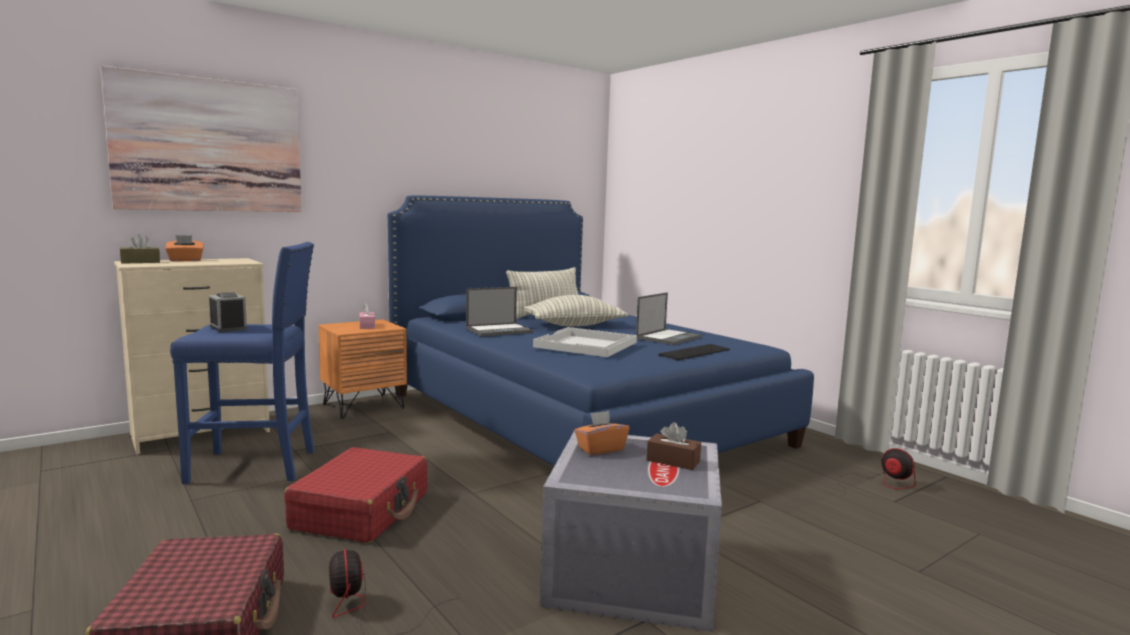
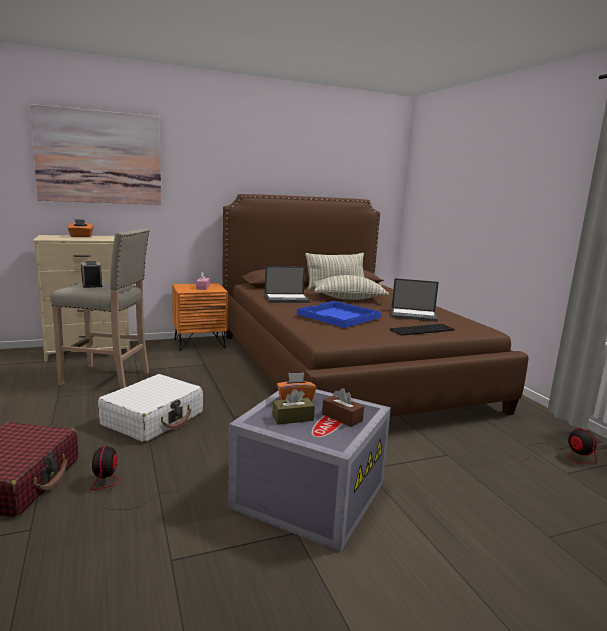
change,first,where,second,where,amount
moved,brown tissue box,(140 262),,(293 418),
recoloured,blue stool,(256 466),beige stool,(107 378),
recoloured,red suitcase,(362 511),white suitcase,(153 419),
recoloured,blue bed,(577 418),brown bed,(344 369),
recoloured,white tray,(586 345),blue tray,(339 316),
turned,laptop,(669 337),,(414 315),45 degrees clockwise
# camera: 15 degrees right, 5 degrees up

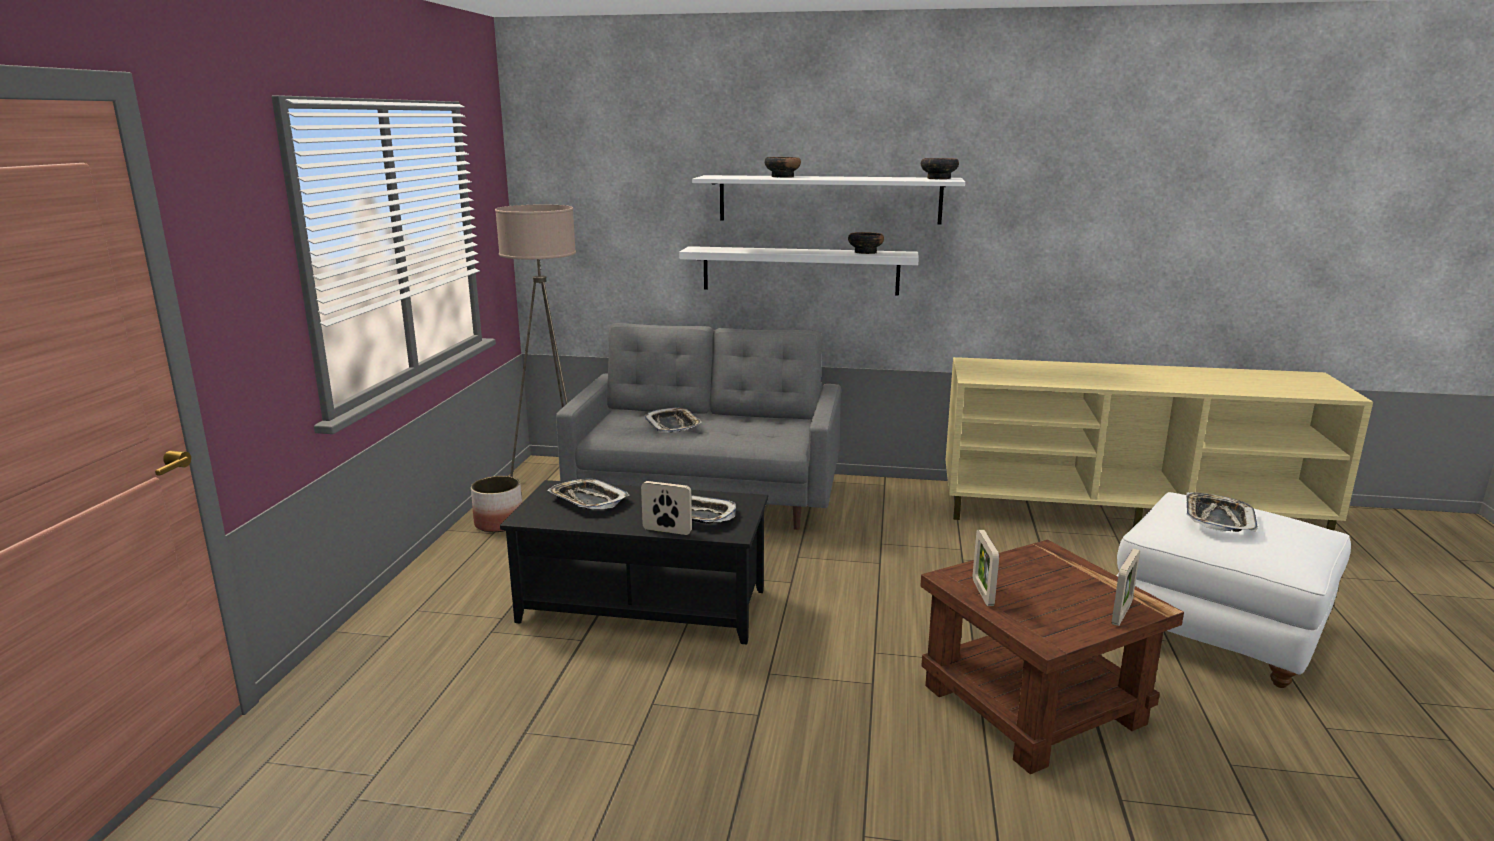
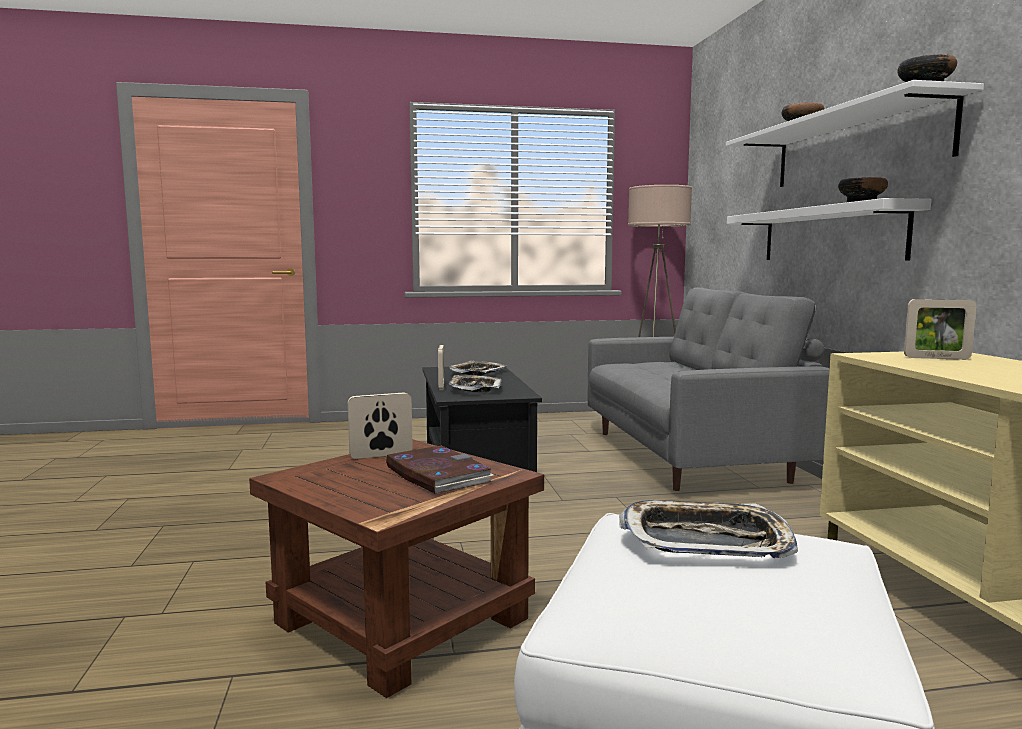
change,first,where,second,where,amount
removed,planter,(499 523),,,
removed,tray,(673 425),,,
added,,,book,(437 475),
moved,picture frame,(1121 613),,(936 358),
# camera: 70 degrees right, 10 degrees down

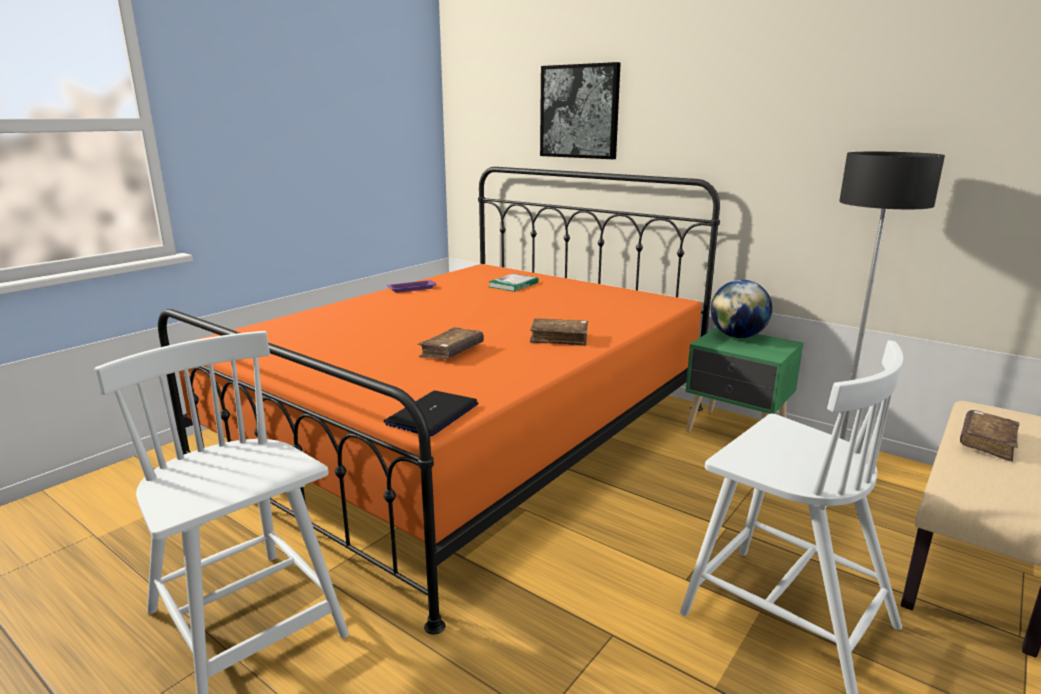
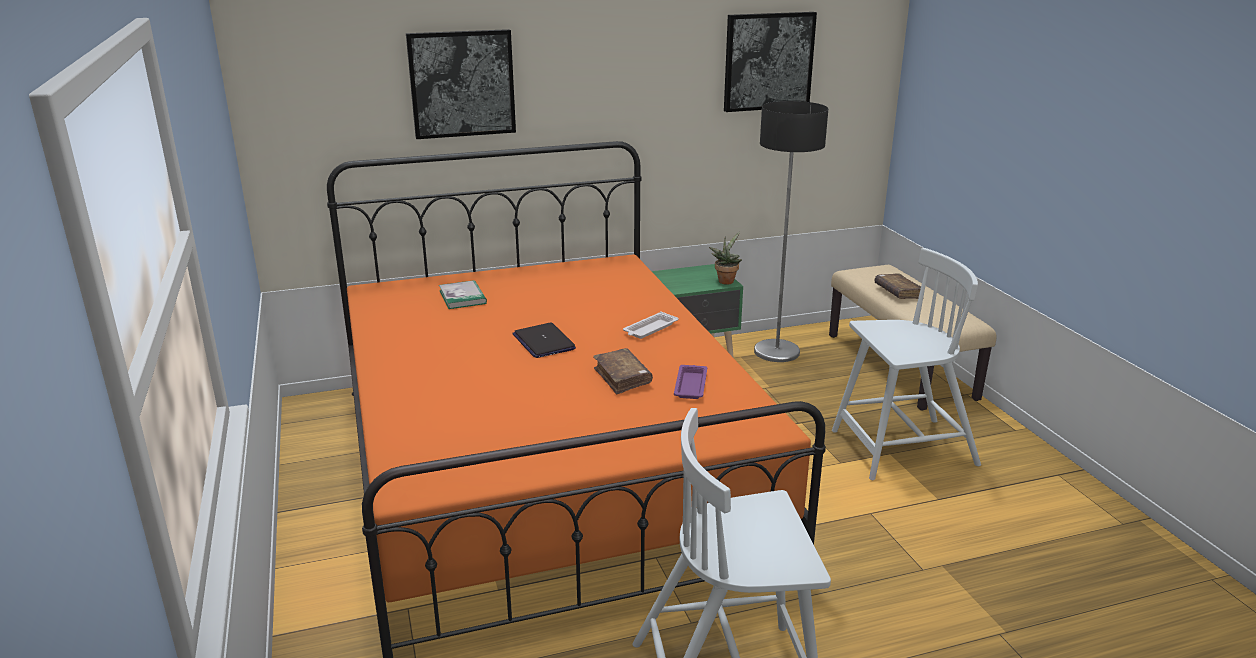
change,first,where,second,where,amount
removed,globe,(737 336),,,
added,,,potted plant,(725 280),
added,,,picture,(768 61),
moved,laptop,(432 414),,(543 342),
moved,purple tray,(413 289),,(690 385),
replaced,brown book,(559 338),white tray,(650 329),
# camera: 55 degrees left, 5 degrees up

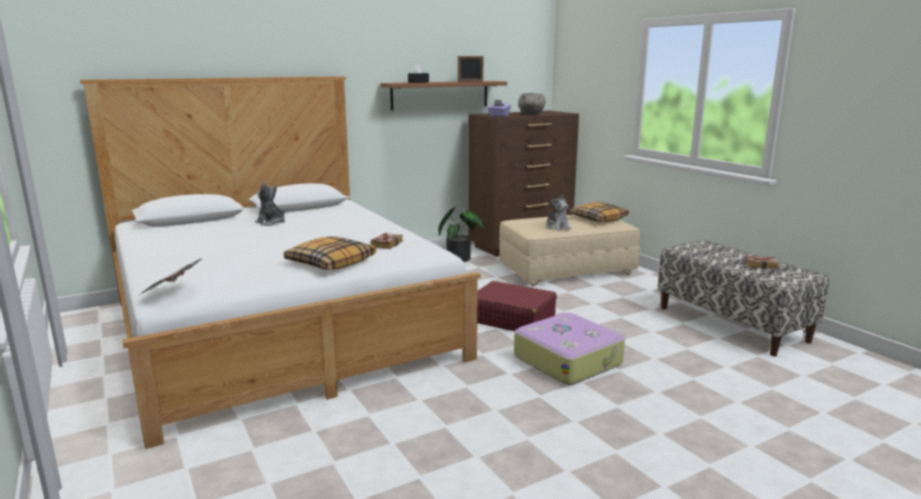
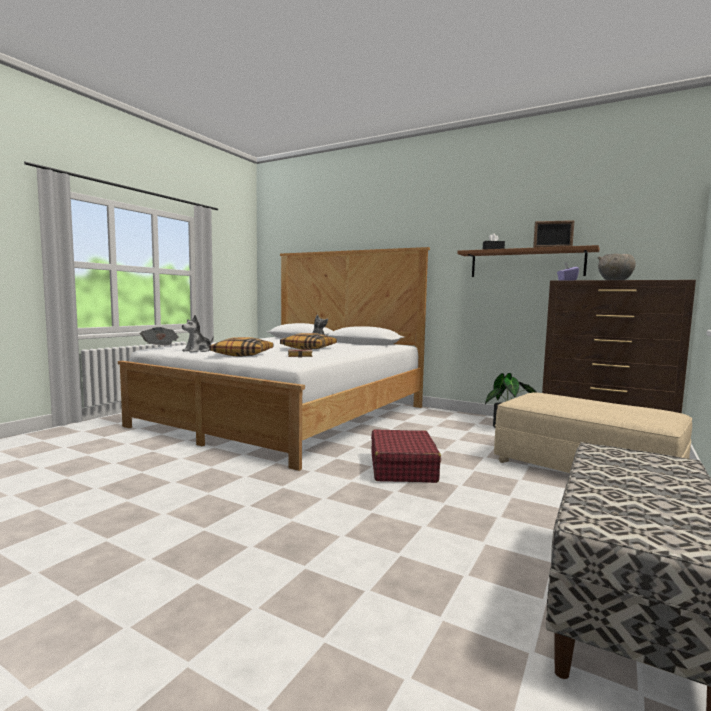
change,first,where,second,where,amount
removed,suitcase,(568 360),,,
removed,book,(762 265),,,
moved,plush toy,(558 227),,(198 351),
moved,pillow,(598 219),,(309 348),
# camera: 60 degrees right, 10 degrees down

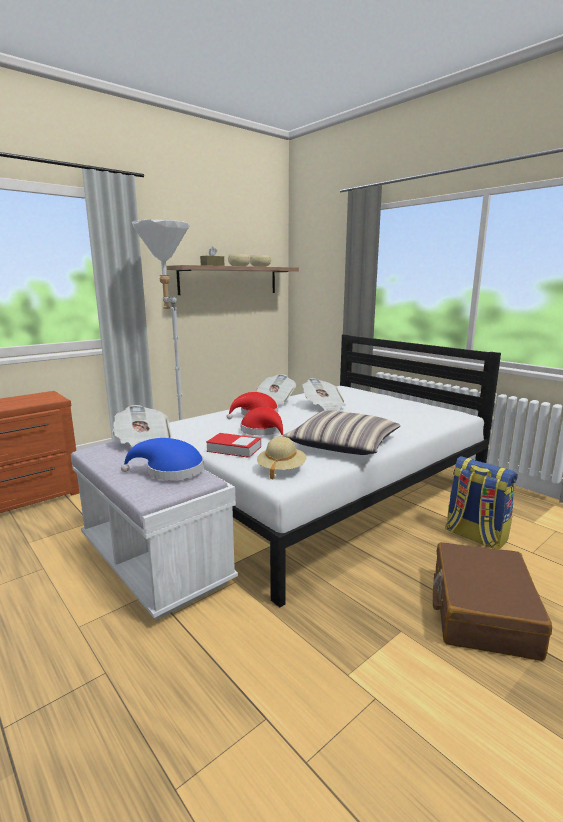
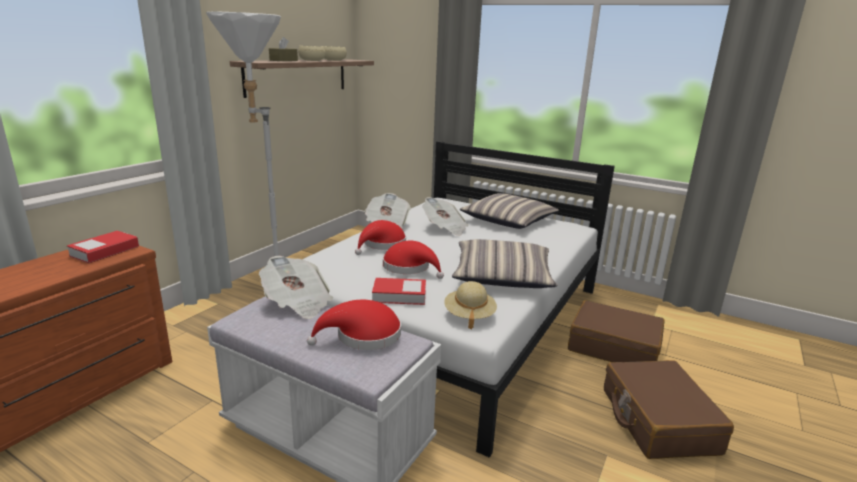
change,first,where,second,where,amount
added,,,book,(105 251),
added,,,pillow,(508 221),
replaced,backpack,(474 536),brown suitcase,(613 346),
recoloured,blue hat,(170 471),red hat,(363 336),
# camera: 20 degrees left, 5 degrees up

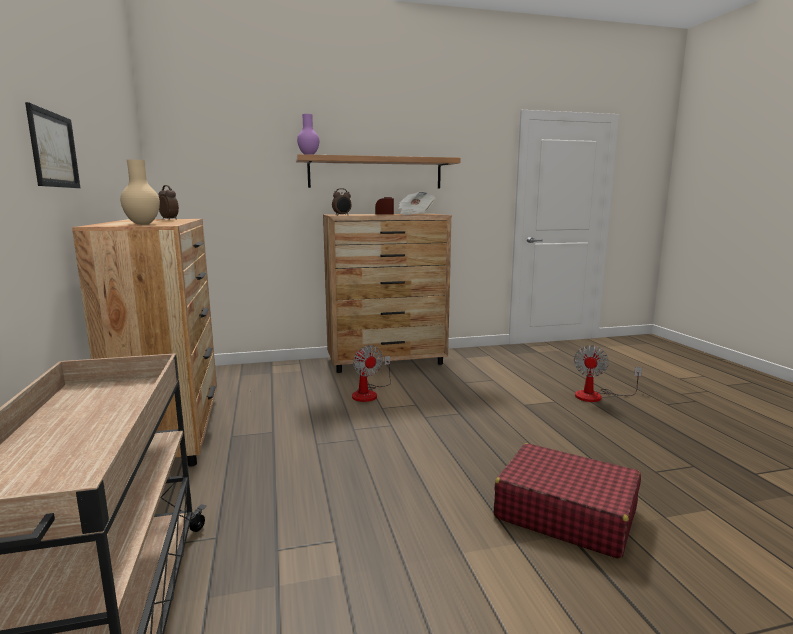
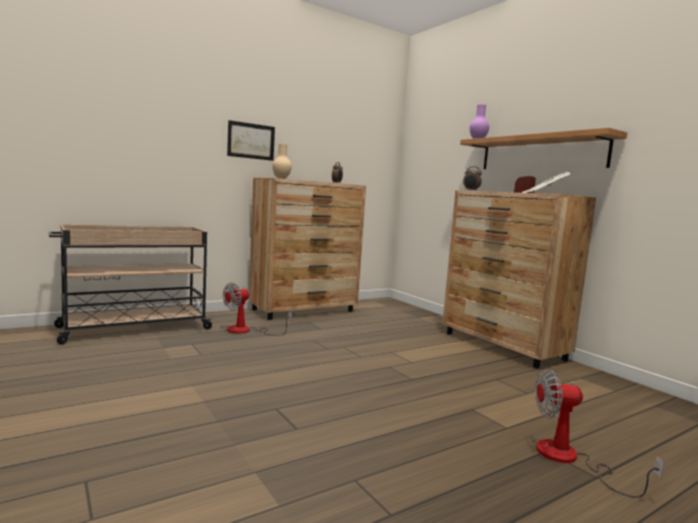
change,first,where,second,where,amount
removed,red suitcase,(565 513),,,
moved,fan,(369 393),,(247 331),
# camera: 70 degrees right, 5 degrees down

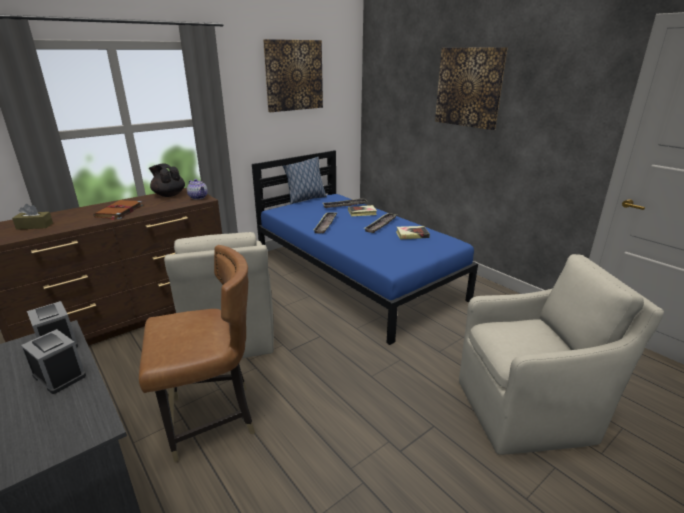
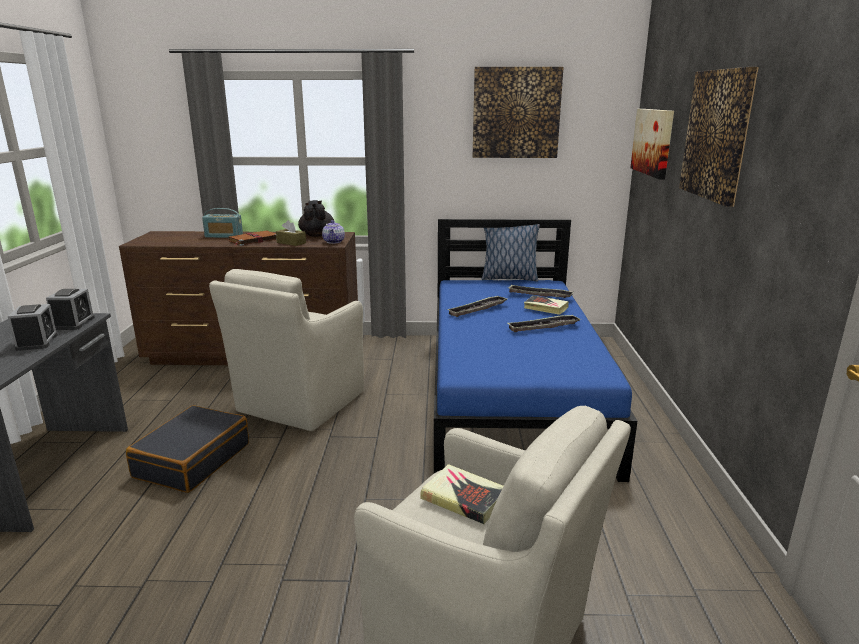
change,first,where,second,where,amount
added,,,radio,(224 236),
added,,,picture,(653 142),
moved,brown tissue box,(34 226),,(291 243),
moved,book,(412 235),,(464 498),
replaced,brown chair,(211 419),black suitcase,(192 460),
# camera: 40 degrees right, 5 degrees down

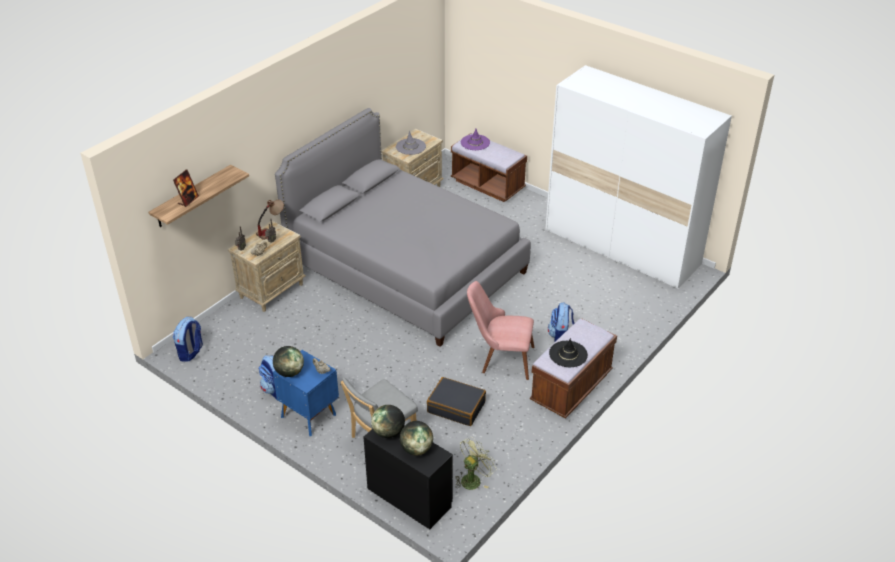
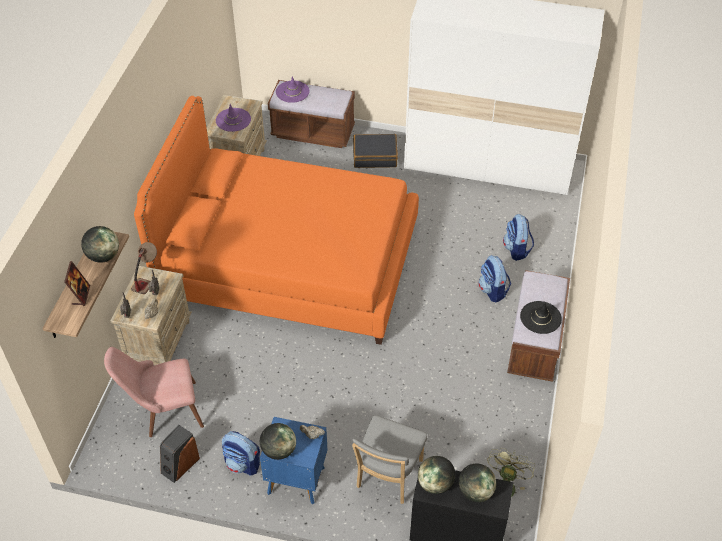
change,first,where,second,where,amount
added,,,globe,(103 256),
added,,,speaker,(180 465),
moved,backpack,(191 352),,(516 249),
moved,black suitcase,(456 407),,(375 156),
moved,pink chair,(500 359),,(163 411),
recoloured,grey bed,(406 268),orange bed,(289 262),
recoloured,grey hat,(410 147),purple hat,(233 120),
# camera: 25 degrees left, 10 degrees up

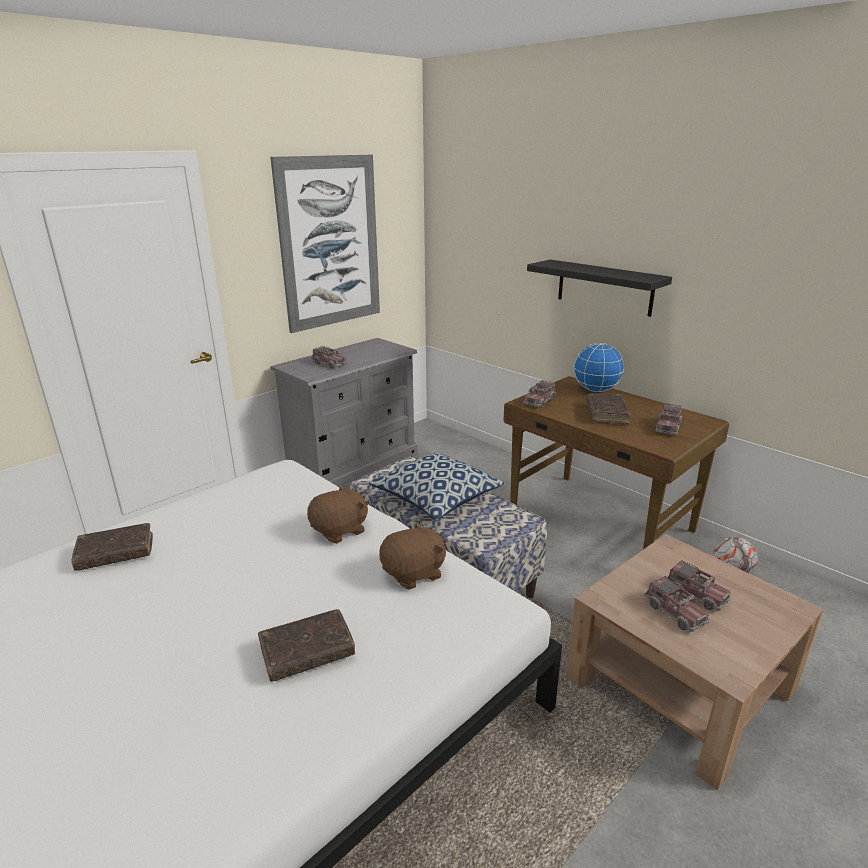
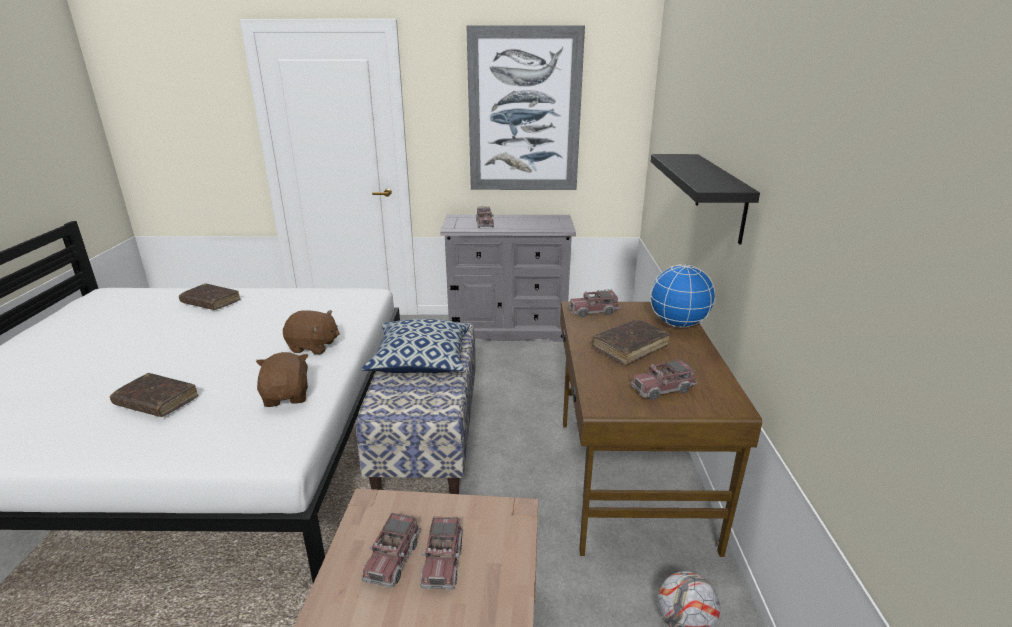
change,first,where,second,where,amount
turned,brown plush toy,(414 574),,(287 396),120 degrees counterclockwise
# camera: 45 degrees right, 0 degrees up

